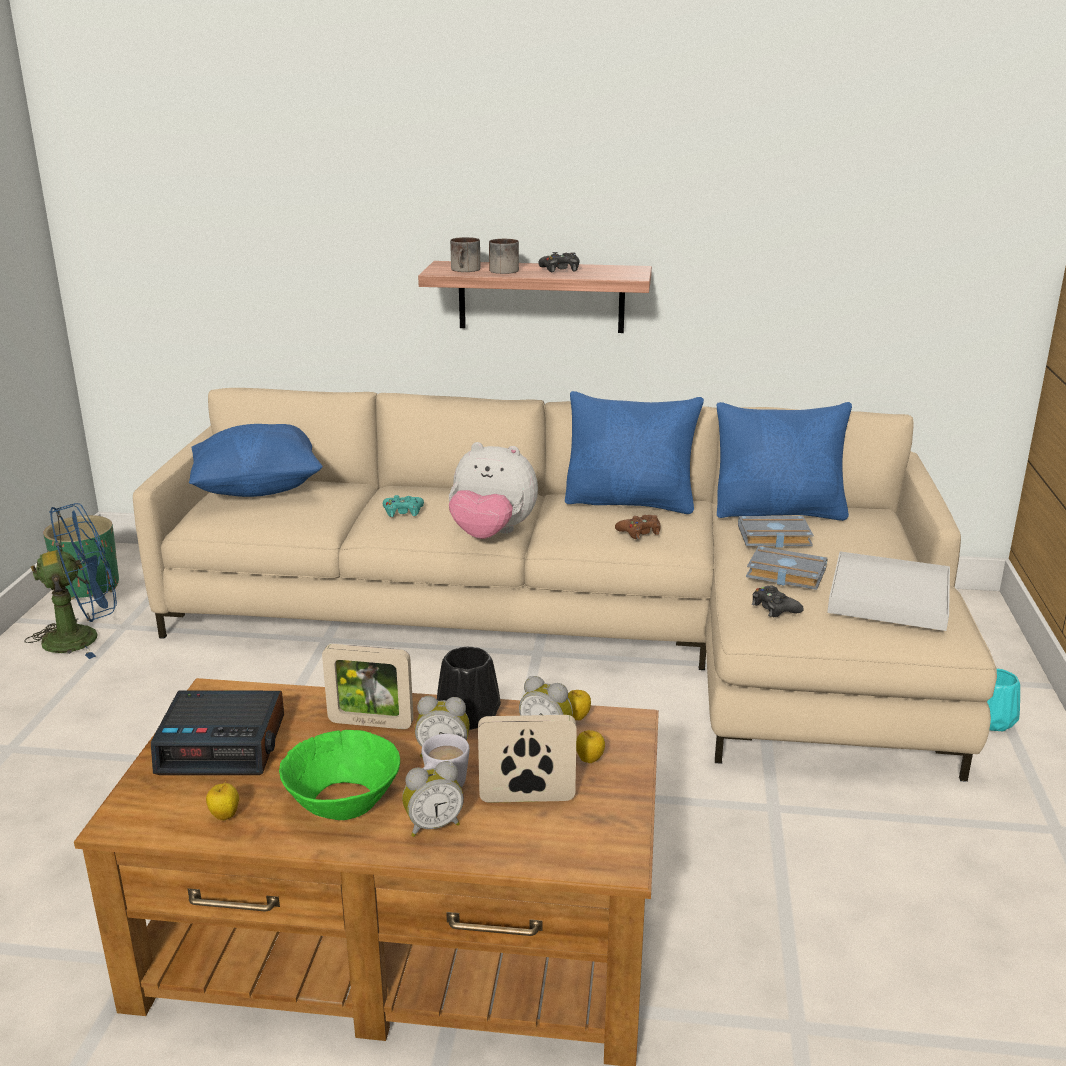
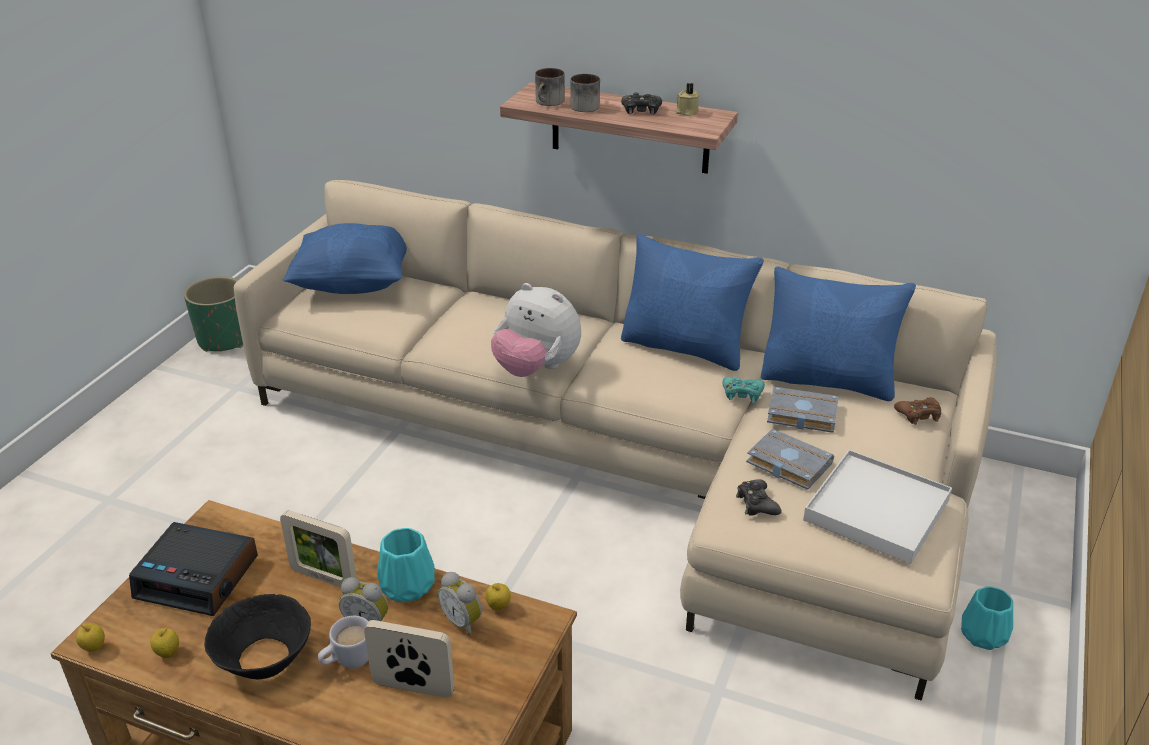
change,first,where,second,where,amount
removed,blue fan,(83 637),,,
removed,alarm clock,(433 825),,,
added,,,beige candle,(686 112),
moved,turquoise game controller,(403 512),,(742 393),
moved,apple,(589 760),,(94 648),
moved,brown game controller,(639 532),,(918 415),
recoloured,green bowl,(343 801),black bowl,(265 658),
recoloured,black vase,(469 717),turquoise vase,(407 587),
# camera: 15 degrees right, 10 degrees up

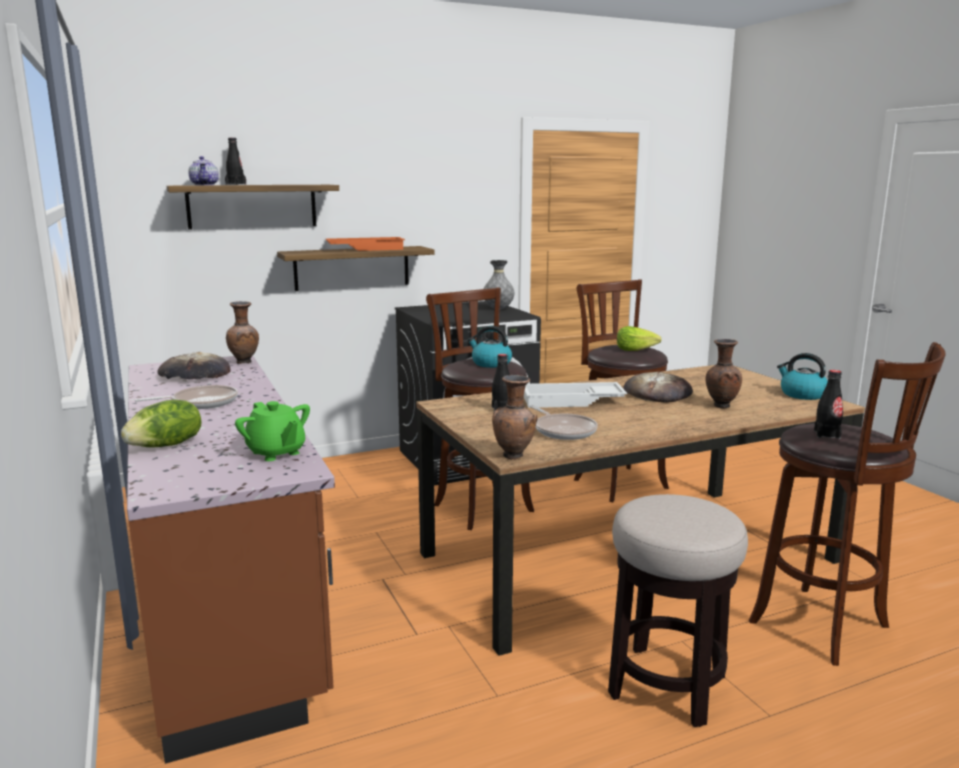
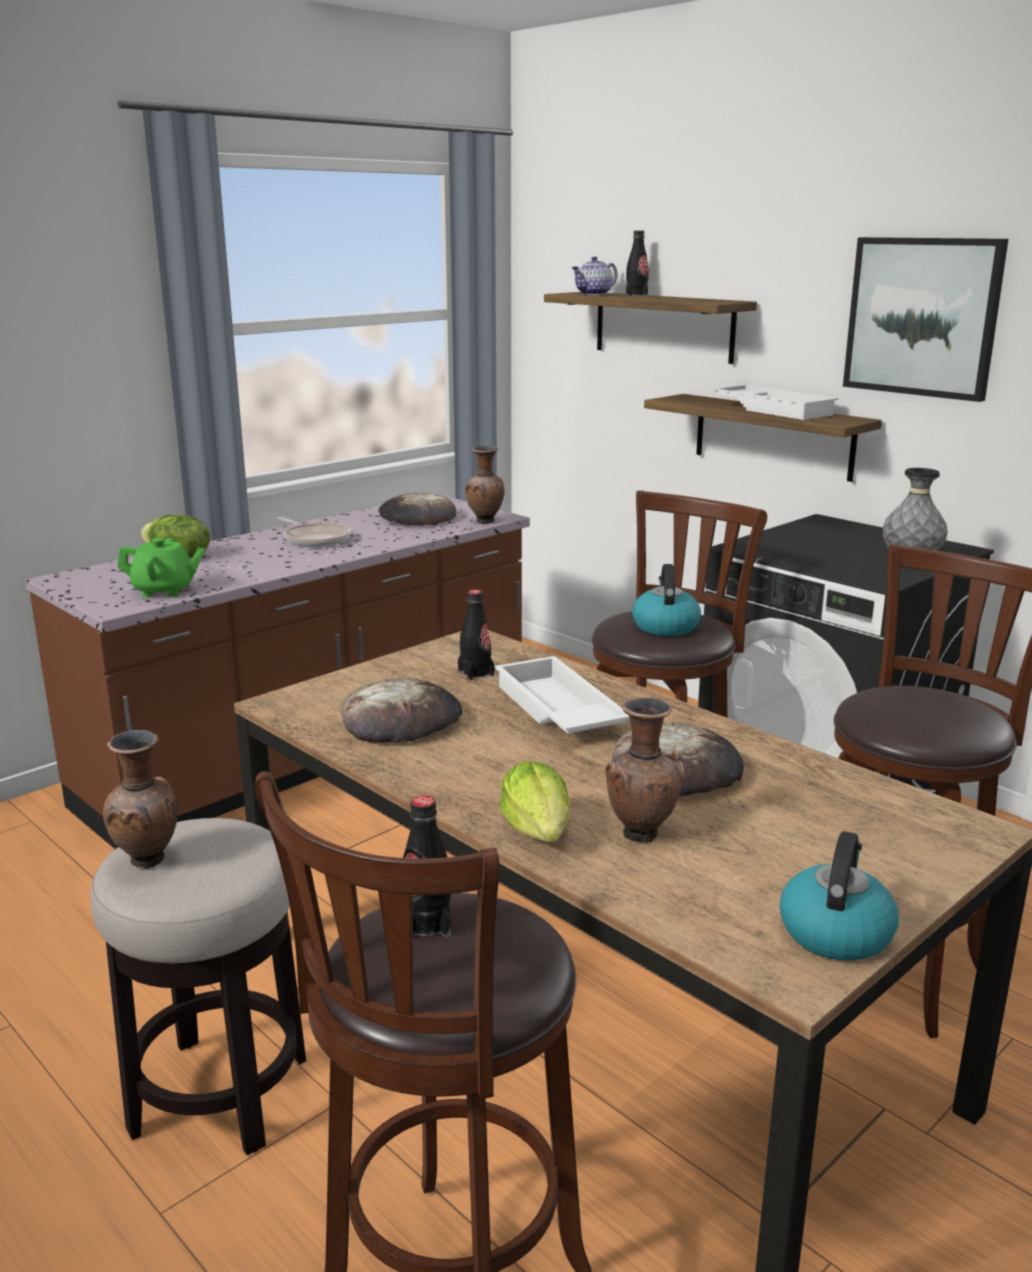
change,first,where,second,where,amount
added,,,picture,(923 317),
moved,brown vase,(514 456),,(149 862),
moved,lettuce,(635 350),,(539 831),
replaced,frying pan,(563 430),bread,(401 720),
recoloured,orange tray,(366 249),white tray,(774 410),
turned,green teapot,(276 453),,(164 591),120 degrees counterclockwise
# camera: 70 degrees right, 5 degrees up

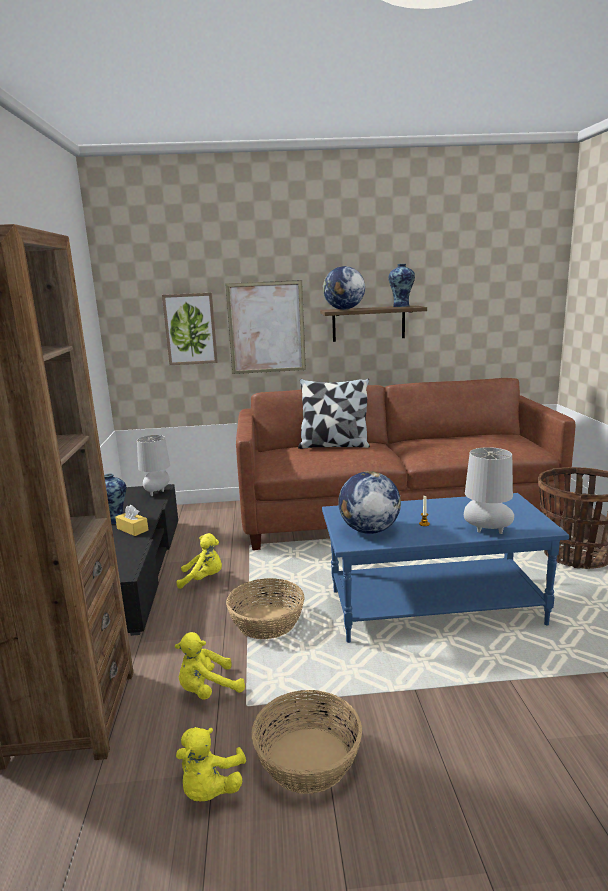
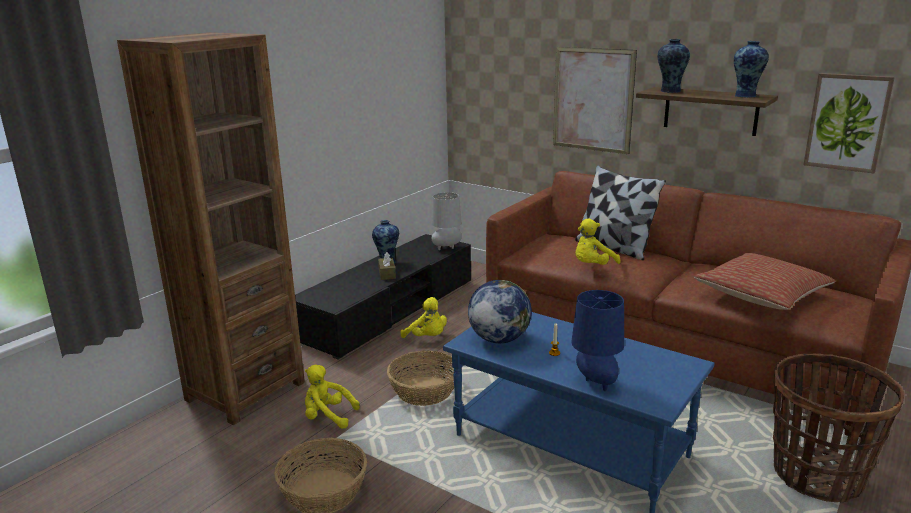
change,first,where,second,where,amount
added,,,pillow,(761 295),
moved,picture,(190 329),,(847 122),
moved,yellow plush toy,(210 789),,(592 266),
replaced,globe,(344 309),vase,(670 91),
recoloured,yellow tissue box,(132 529),brown tissue box,(387 274),
recoloured,grey table lamp,(486 531),blue table lamp,(595 383),
# camera: 40 degrees right, 5 degrees up

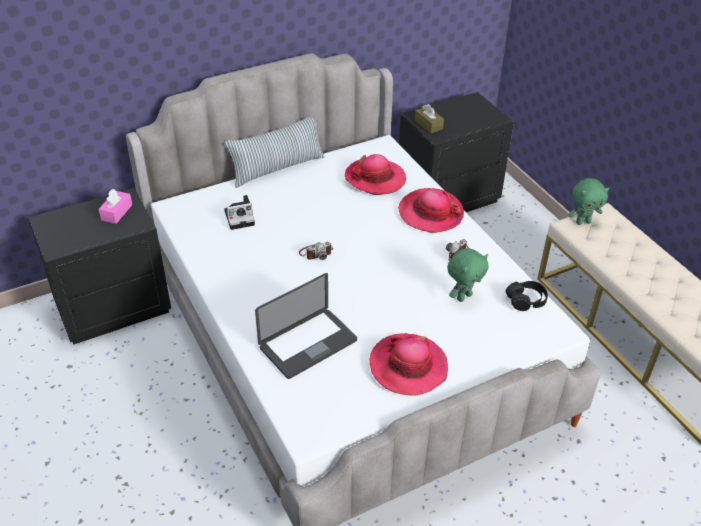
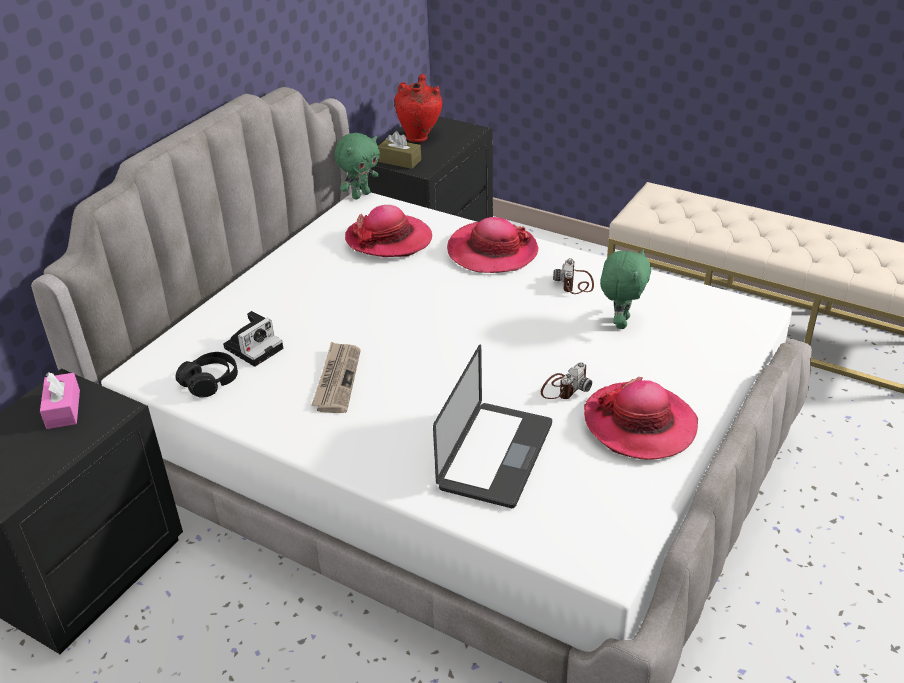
change,first,where,second,where,amount
removed,pillow,(277 168),,,
added,,,newspaper,(337 379),
added,,,red vase,(419 137),
moved,photo camera,(316 253),,(564 387),
moved,black headphones,(526 300),,(210 382),
moved,green plush toy,(583 222),,(360 195),
# camera: 30 degrees left, 5 degrees down

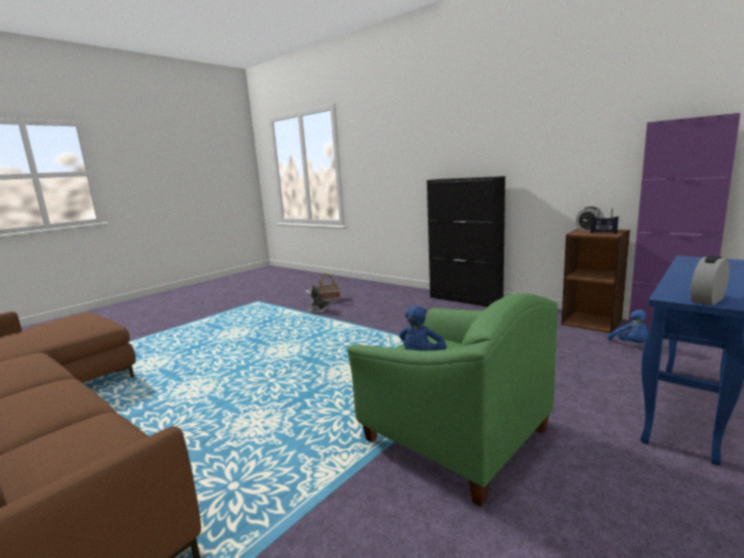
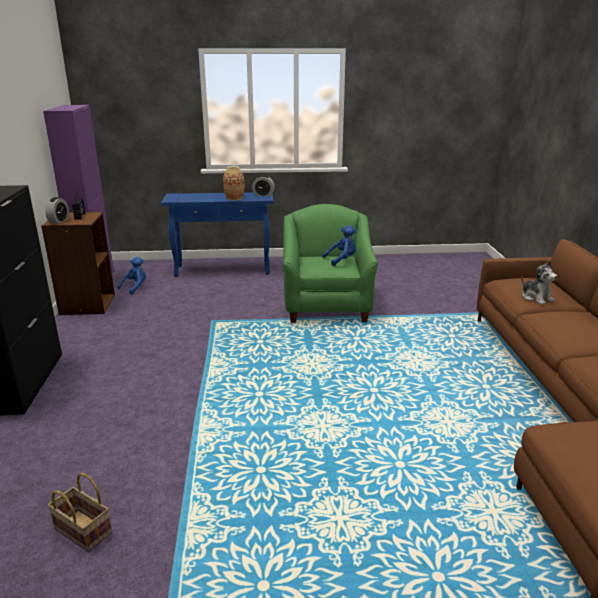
change,first,where,second,where,amount
added,,,vase,(234 198),
moved,plush toy,(318 310),,(536 298),
# camera: 135 degrees left, 10 degrees up

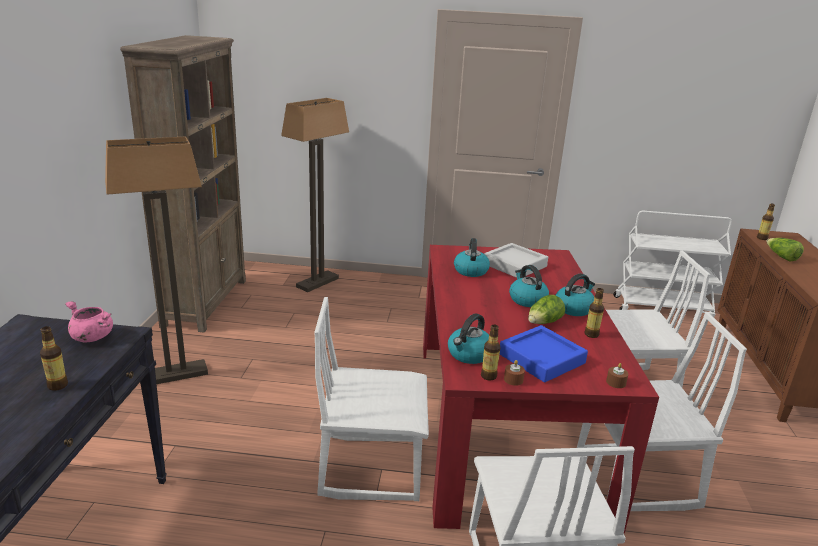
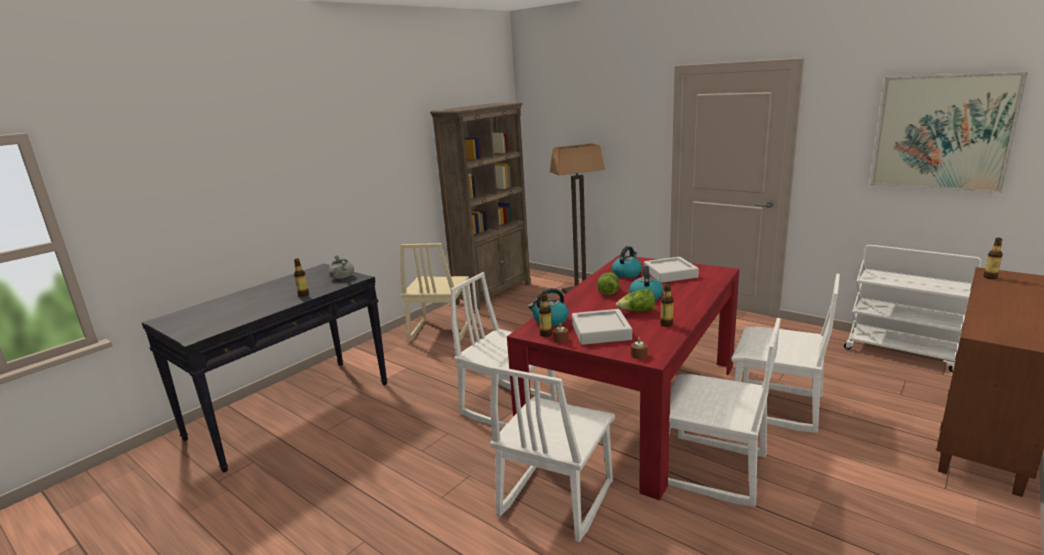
change,first,where,second,where,amount
removed,kettle,(574 308),,,
added,,,picture,(942 132),
moved,lettuce,(781 257),,(608 291),
replaced,floor lamp,(176 374),beige chair,(440 331),
recoloured,pink cooking pot,(91 337),grey cooking pot,(342 277),
recoloured,blue tray,(541 358),grey tray,(601 331),
# camera: 35 degrees right, 5 degrees down

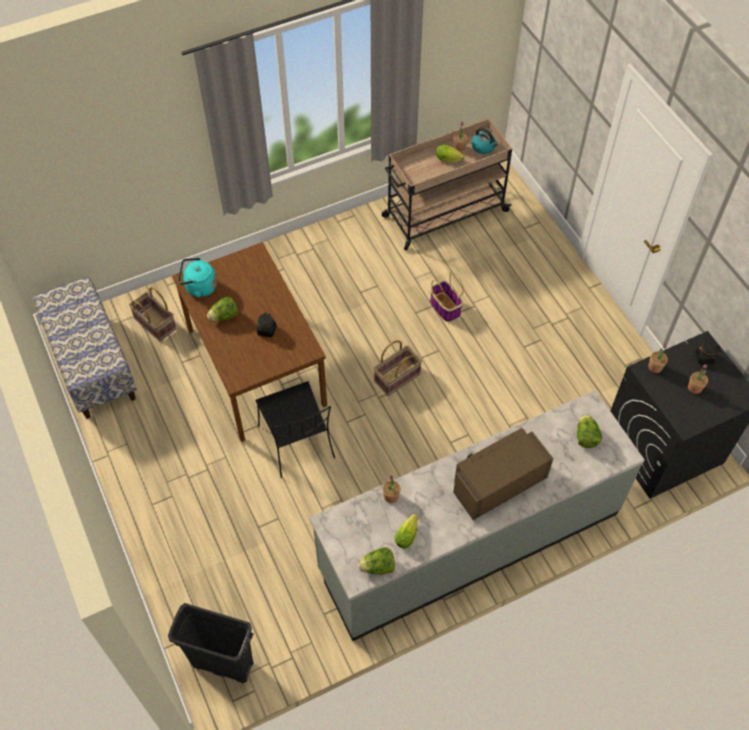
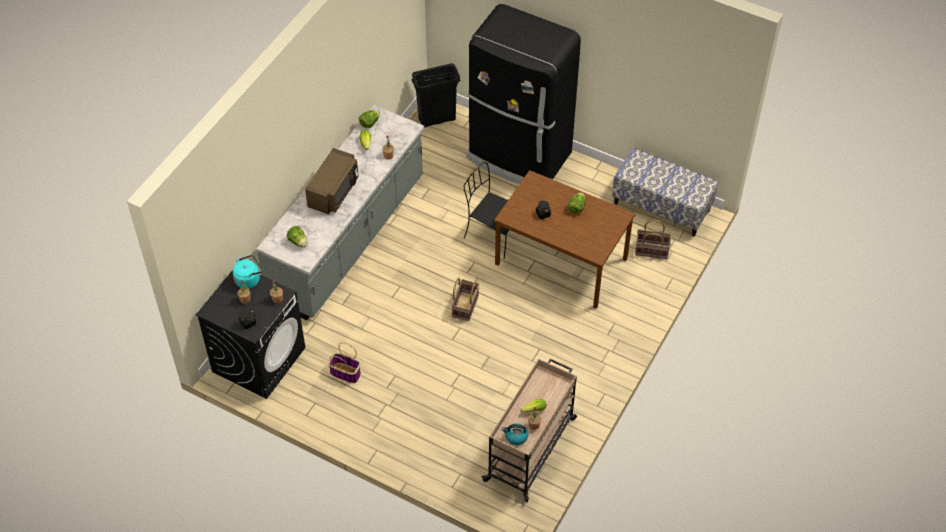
change,first,where,second,where,amount
added,,,black fridge,(519 156),
moved,turquoise kettle,(199 287),,(249 279),
moved,basket,(444 307),,(346 373),
# camera: 145 degrees right, 5 degrees down

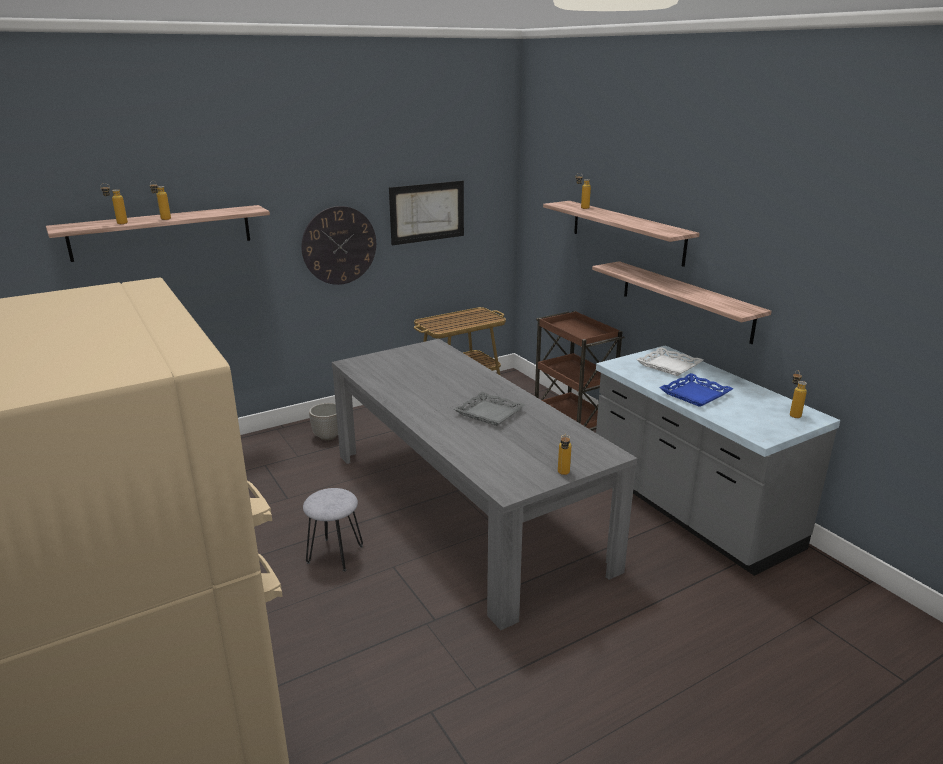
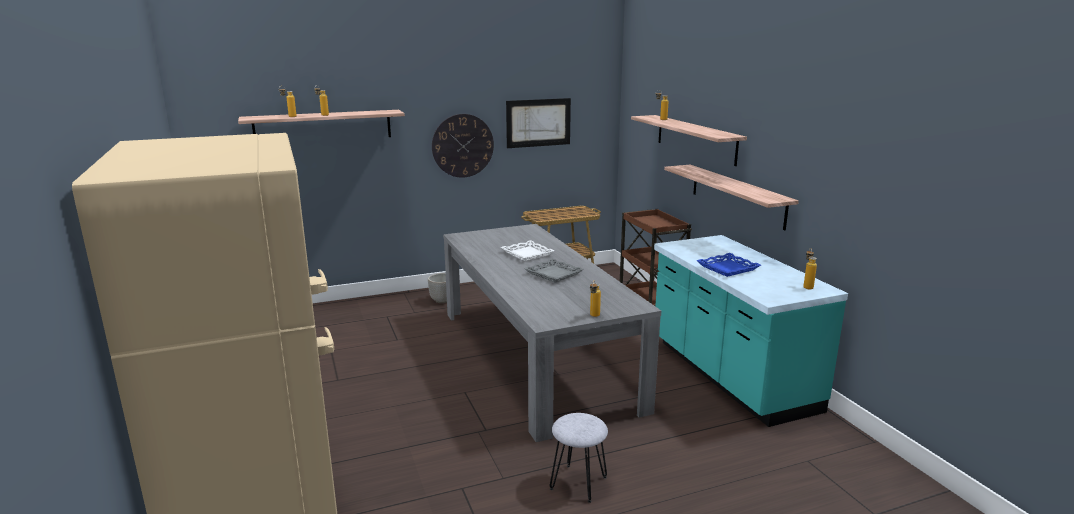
change,first,where,second,where,amount
moved,grey stool,(334 554),,(578 483),
moved,white tray,(668 366),,(527 254),
recoloured,grey counter,(690 510),turquoise counter,(730 375),
# camera: 10 degrees right, 5 degrees down

